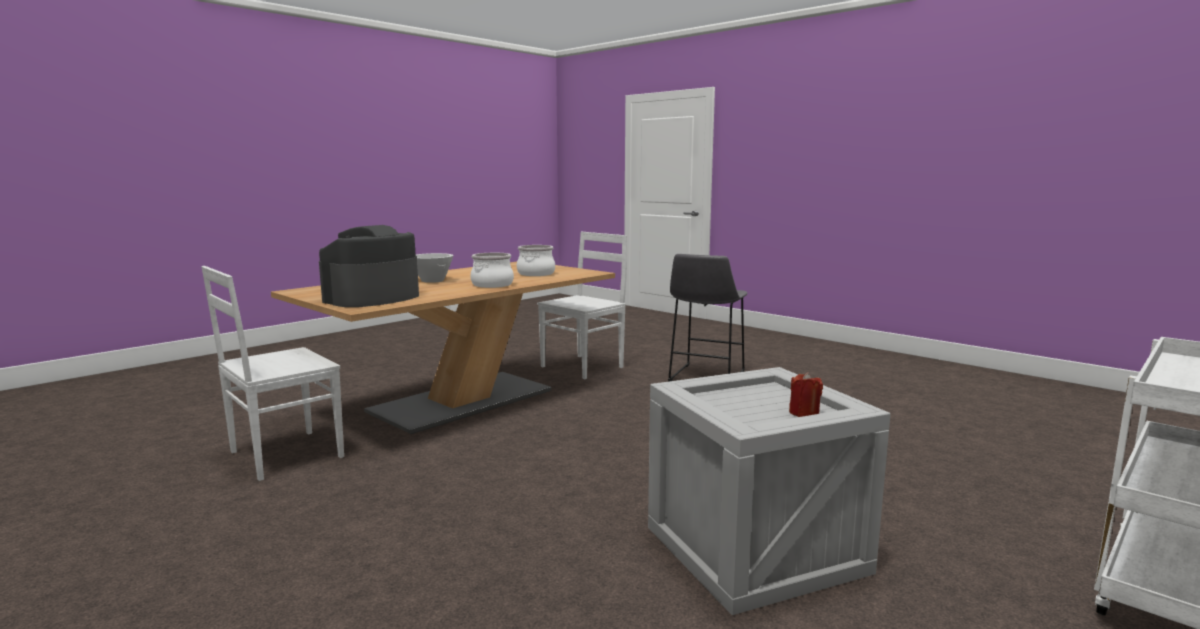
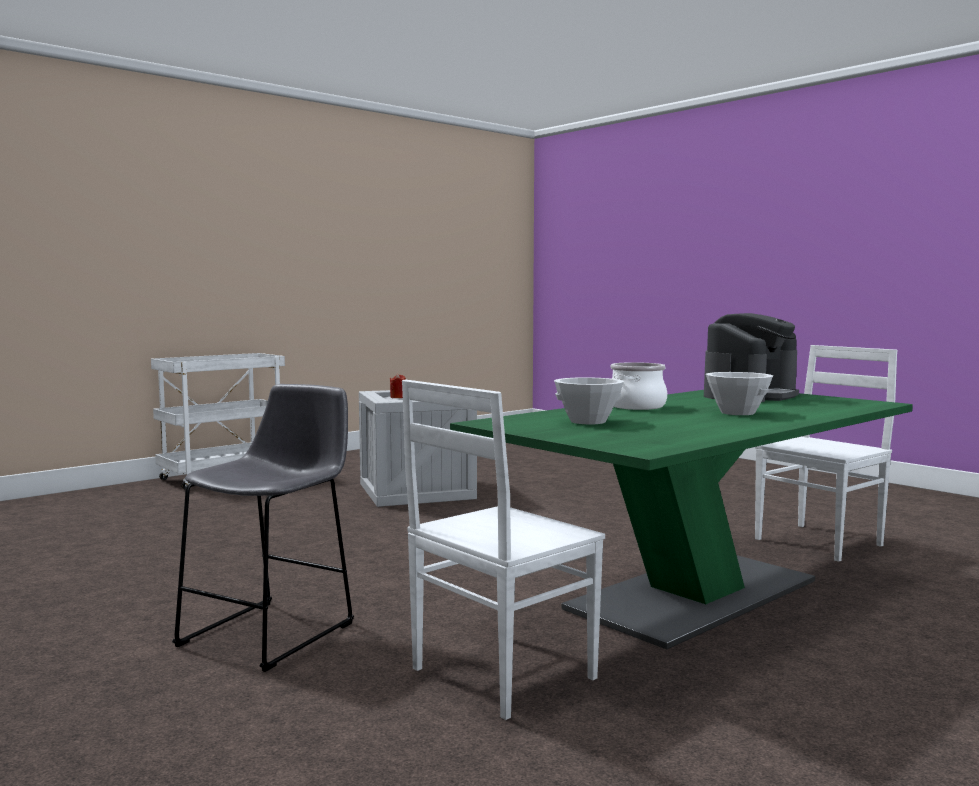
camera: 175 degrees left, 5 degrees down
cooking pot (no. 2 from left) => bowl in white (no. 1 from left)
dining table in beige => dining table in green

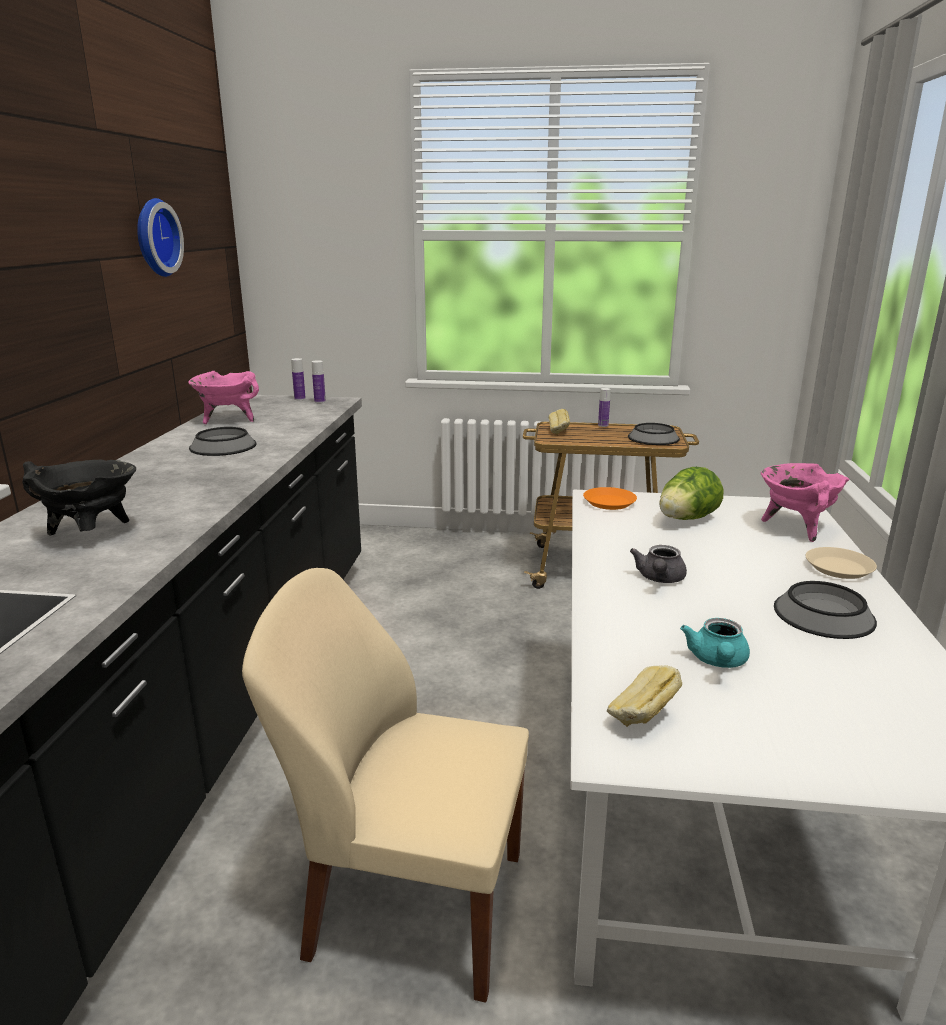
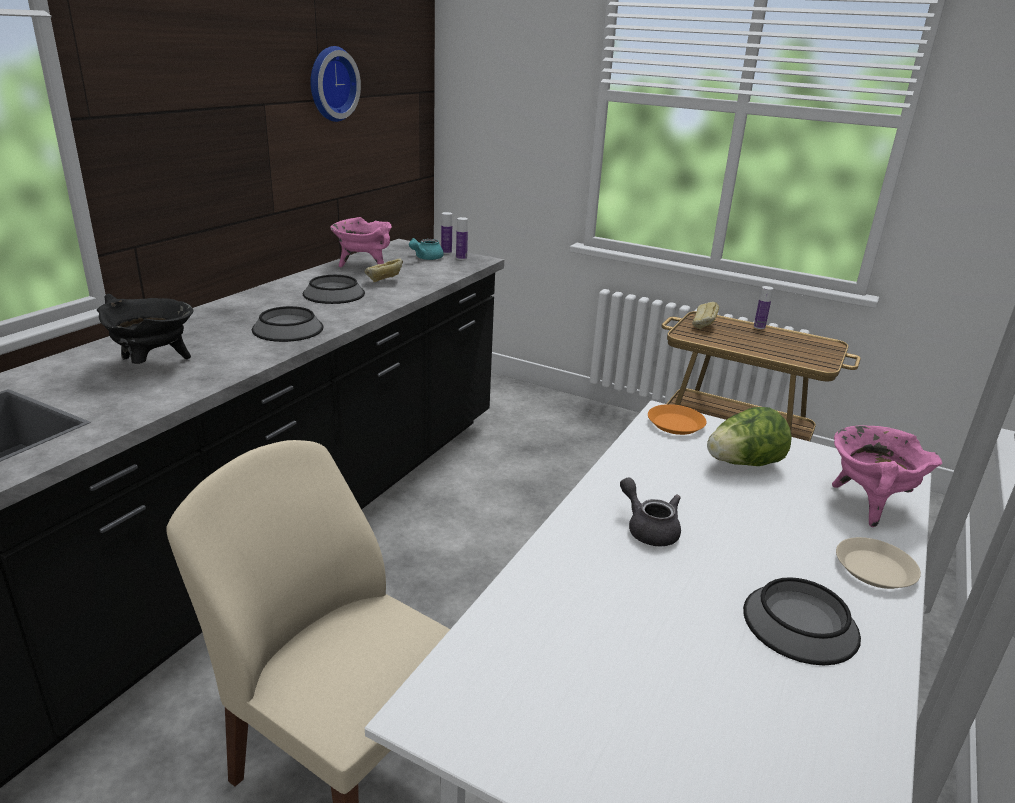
camera: 20 degrees right, 5 degrees up
bread (no. 2 from left in the first image) => bread (no. 1 from left), shifted
bowl (no. 2 from left in the first image) => bowl (no. 1 from left), shifted
teapot in turquoise, shifted
teapot in grey, 105 degrees clockwise

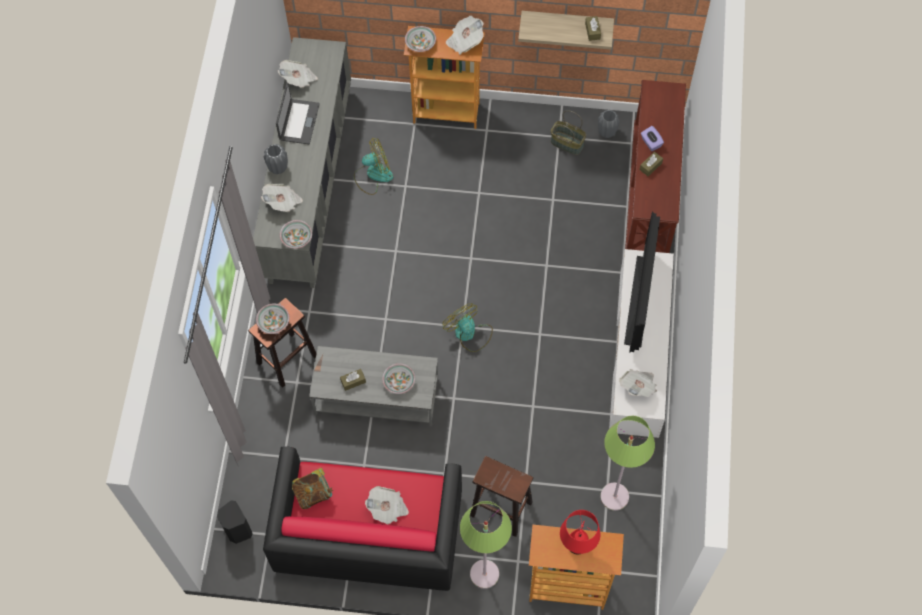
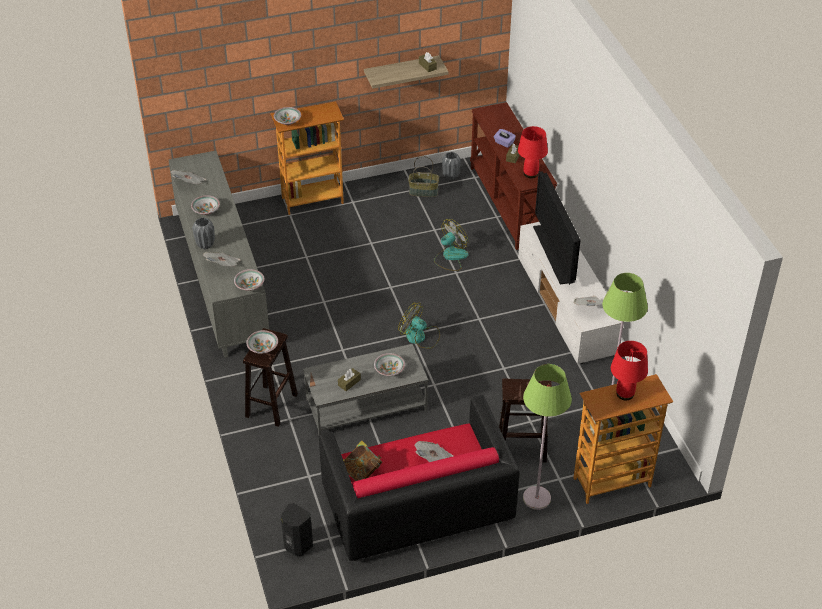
camera: 25 degrees left, 20 degrees down
newspaper (no. 4 from left) => nothing
nothing => table lamp in red (no. 1 from left)
fan (no. 1 from left in the first image) => fan (no. 2 from left), shifted
laptop => bowl (no. 1 from left)

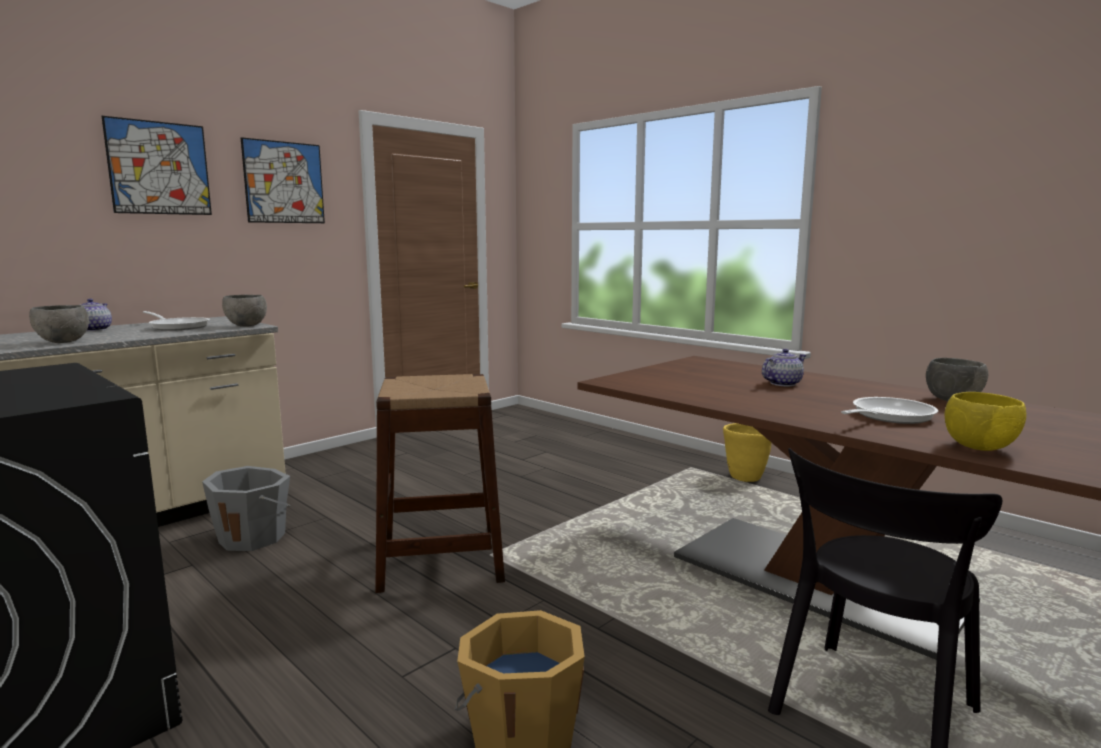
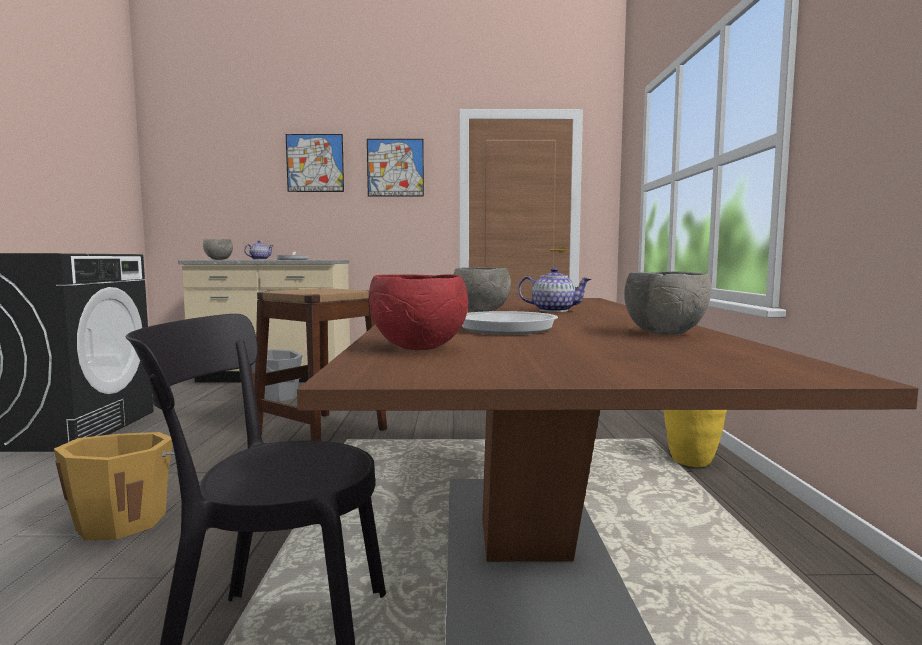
camera: 45 degrees right, 5 degrees down
bowl in grey (no. 2 from left), shifted
bowl in yellow => bowl in red

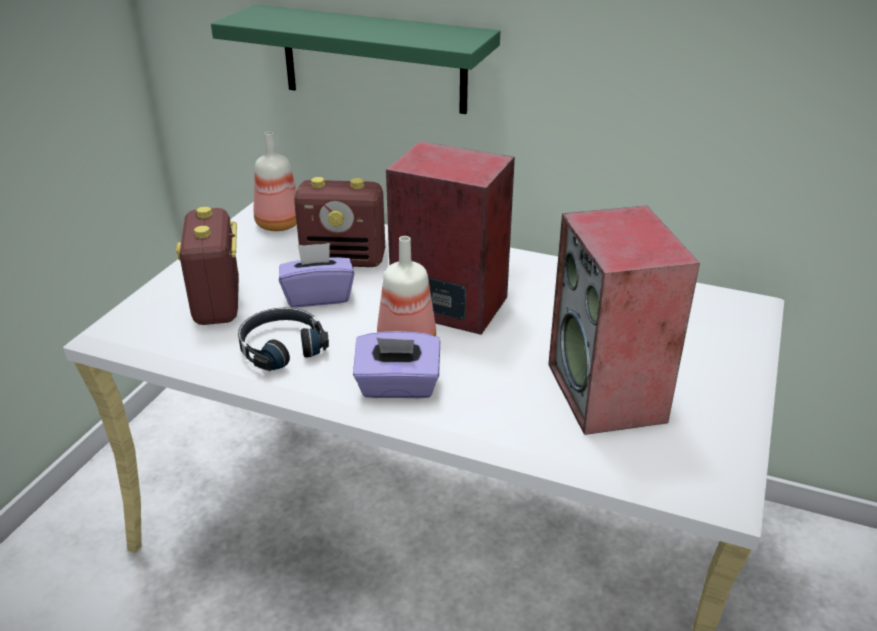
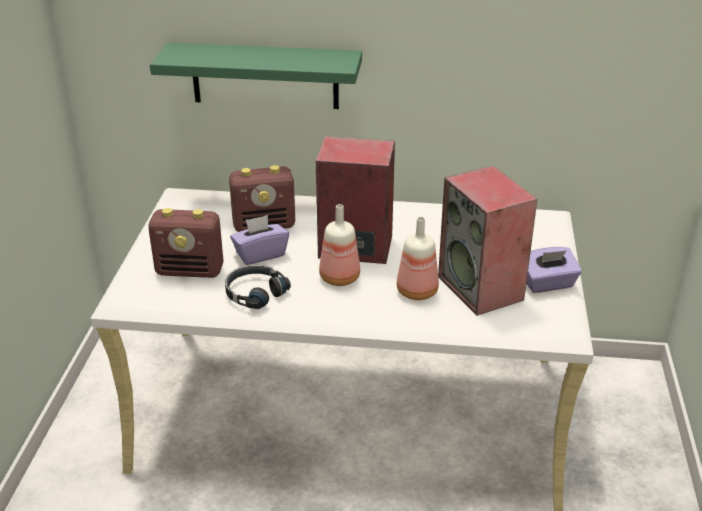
camera: 15 degrees left, 0 degrees up
bottle (no. 1 from left in the first image) => bottle (no. 2 from left), shifted
tissue box in purple (no. 2 from left), shifted
radio (no. 1 from left), 60 degrees counterclockwise

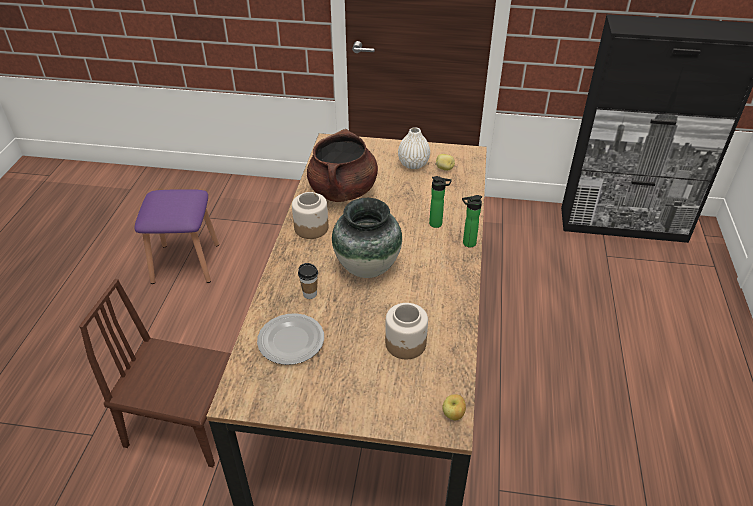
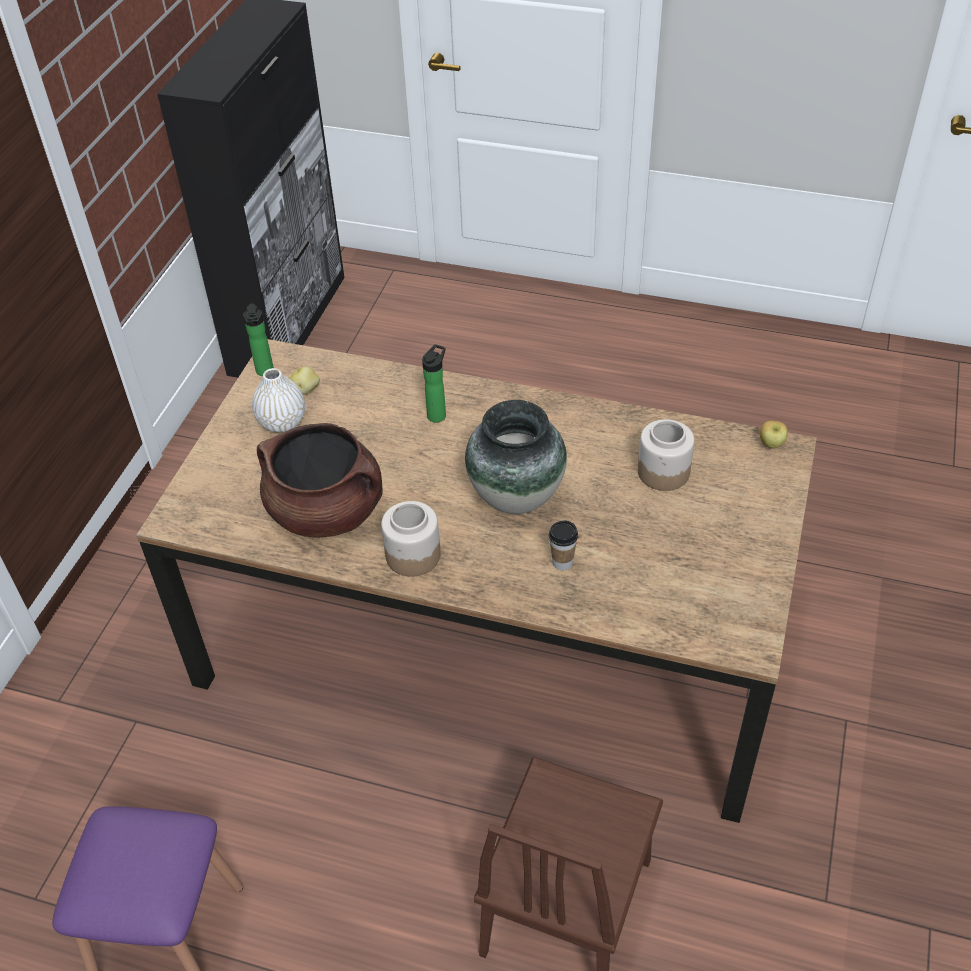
camera: 80 degrees left, 5 degrees up
plate => nothing
bottle (no. 2 from left in the first image) => bottle (no. 1 from left), shifted

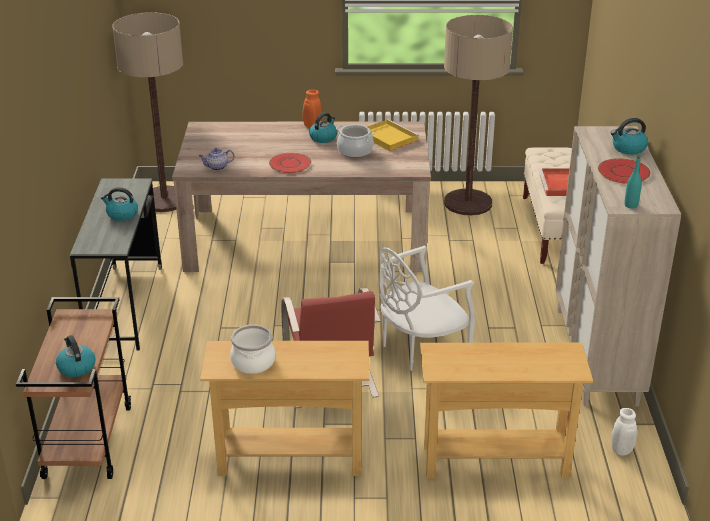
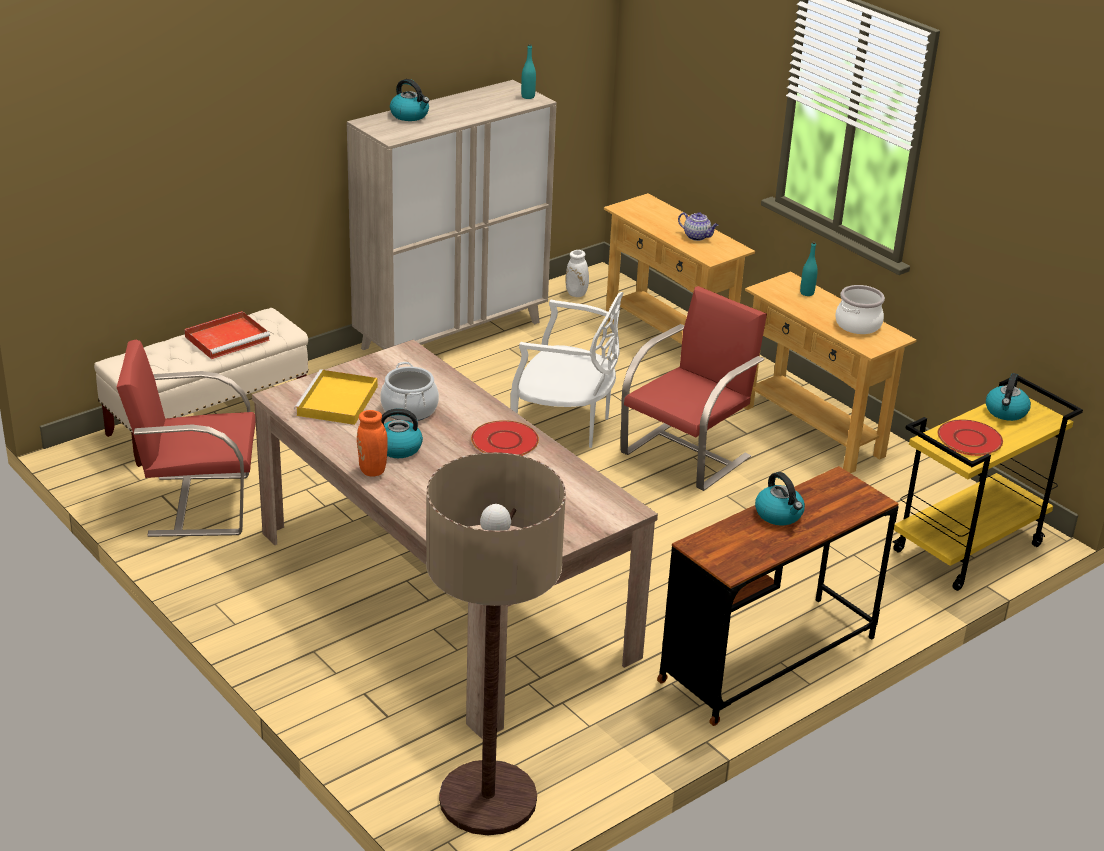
camera: 130 degrees left, 0 degrees up
nothing => bottle in turquoise (no. 2 from left)
teapot, shifted
plate in red (no. 2 from left), shifted
floor lamp (no. 2 from left) => chair in red (no. 1 from left)
cart in brown => cart in yellow
desk in grey => desk in brown

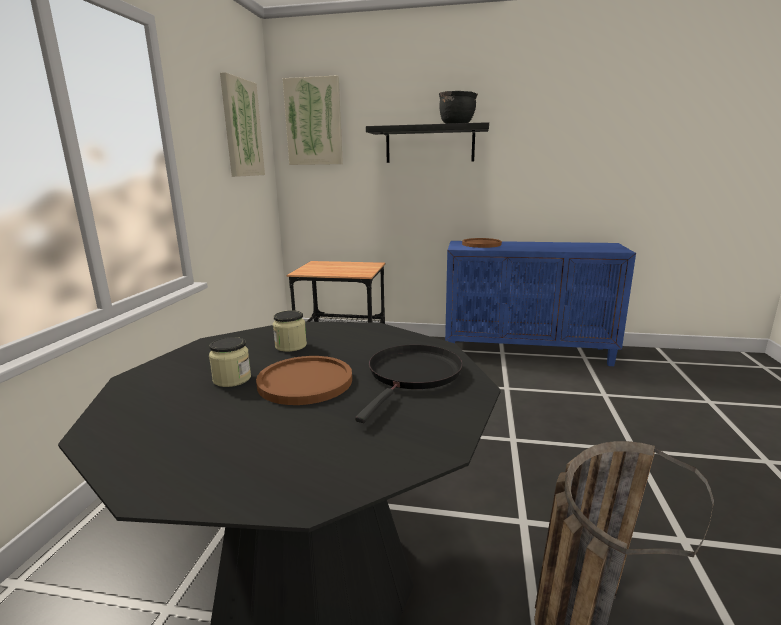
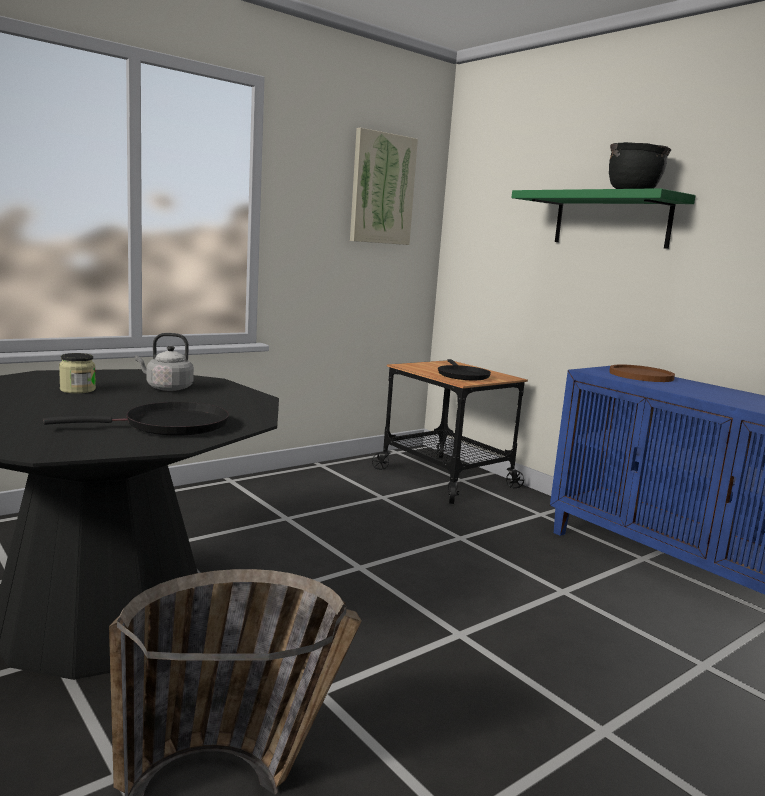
camera: 40 degrees right, 5 degrees down
plate in brown (no. 1 from left) => nothing
picture (no. 2 from left) => nothing
nothing => frying pan in black (no. 2 from left)
jar (no. 2 from left) => kettle in grey
shelf in black => shelf in green

